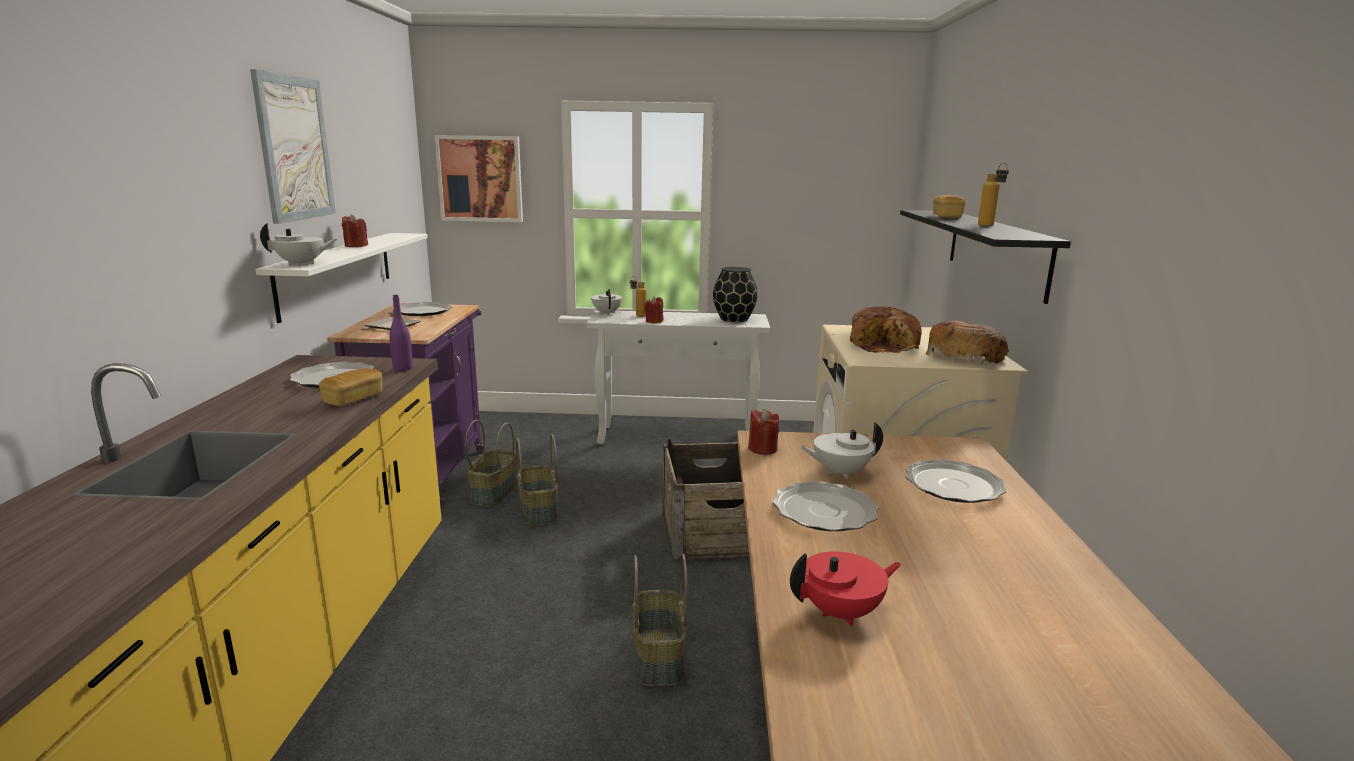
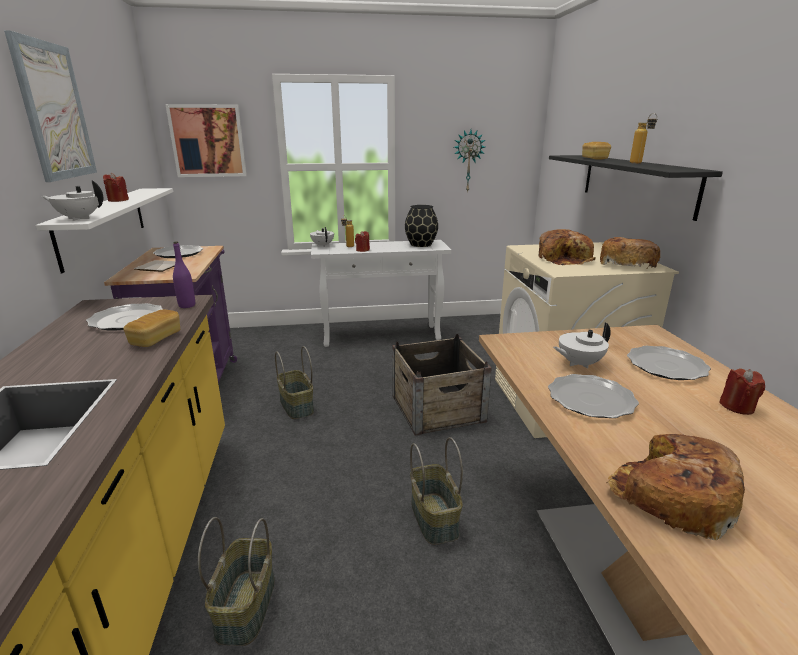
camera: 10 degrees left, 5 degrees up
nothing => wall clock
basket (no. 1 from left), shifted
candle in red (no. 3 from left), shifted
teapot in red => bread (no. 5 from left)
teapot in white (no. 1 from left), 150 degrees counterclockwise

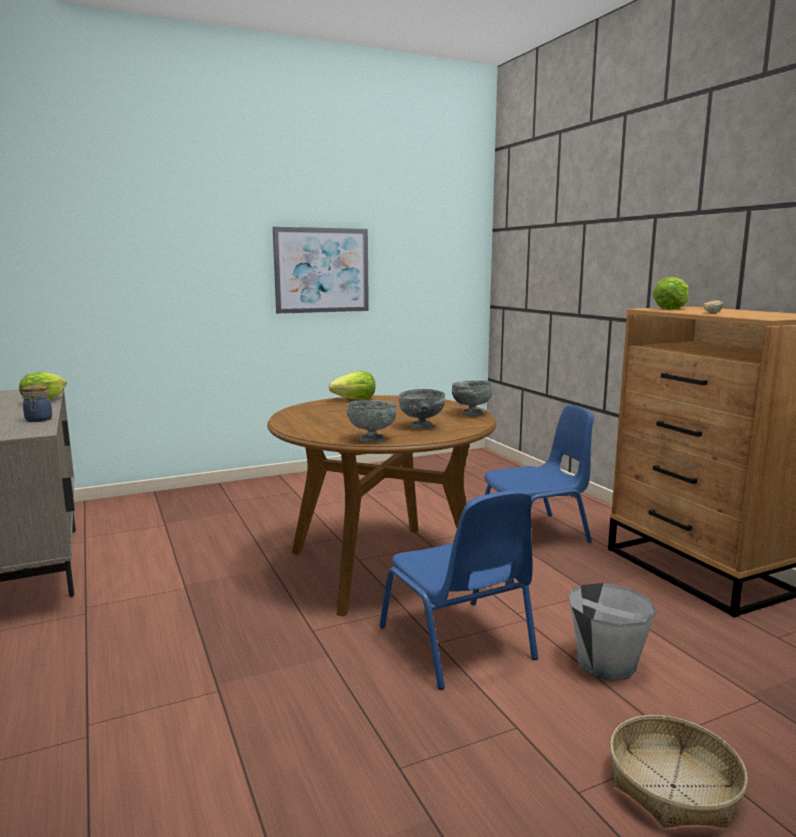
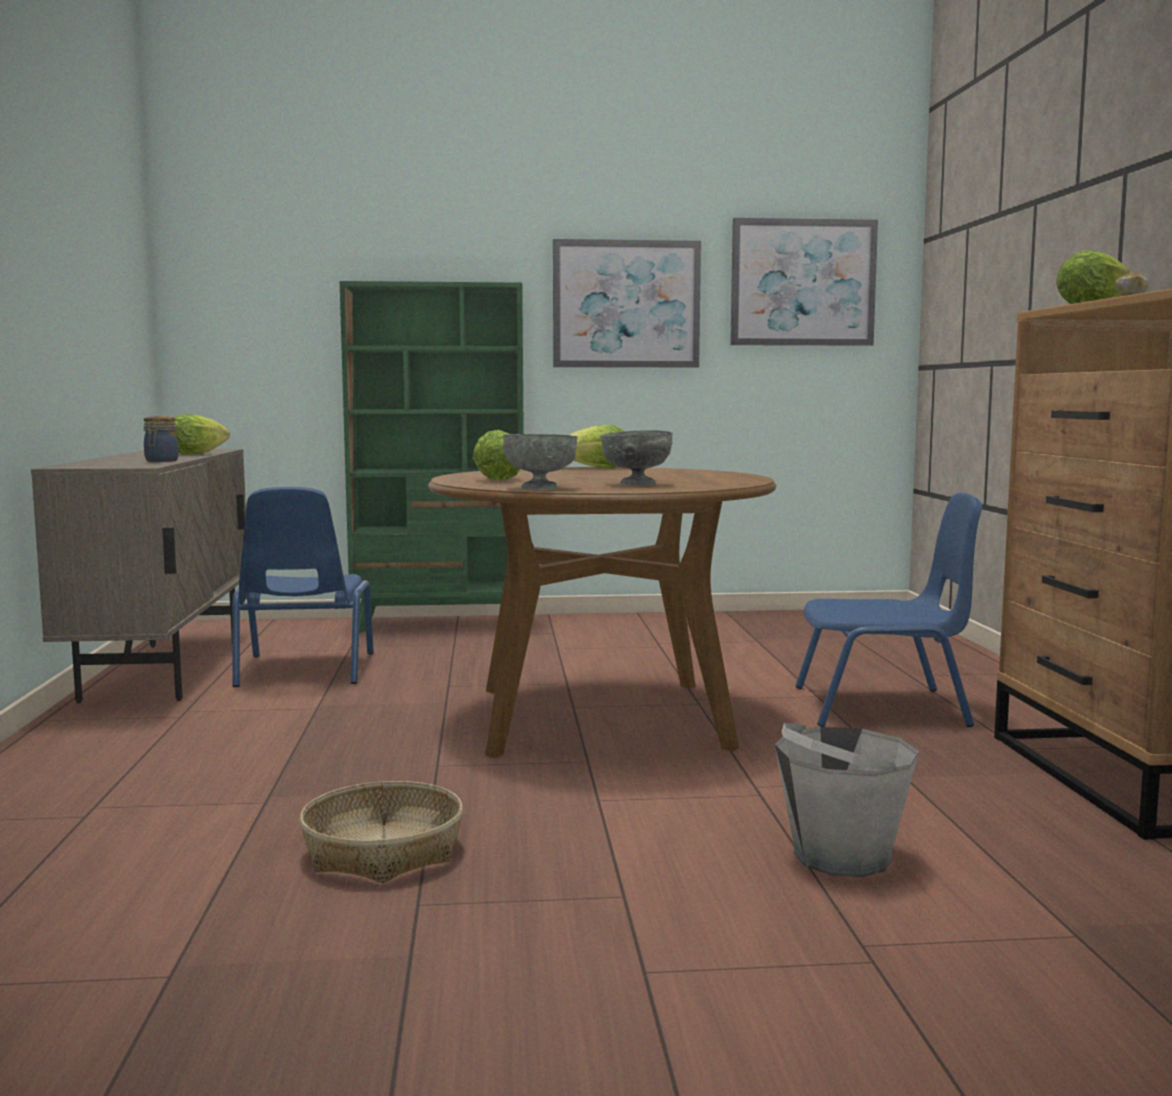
camera: 20 degrees right, 5 degrees down
bowl in grey (no. 3 from left) => nothing
nothing => bookcase in green
nothing => lettuce (no. 2 from left)
nothing => picture (no. 2 from left)
chair in blue (no. 1 from left), shifted
basket, shifted

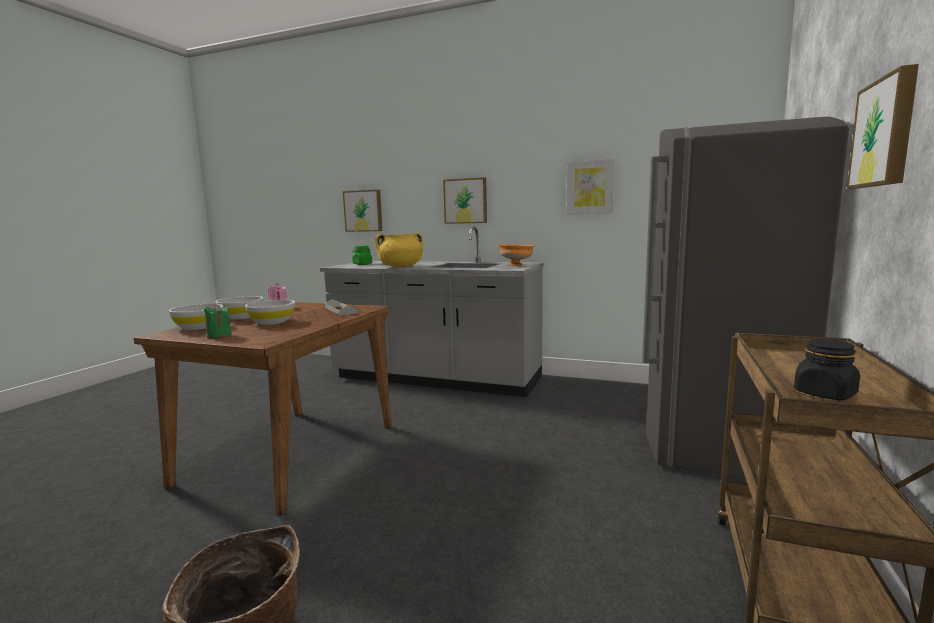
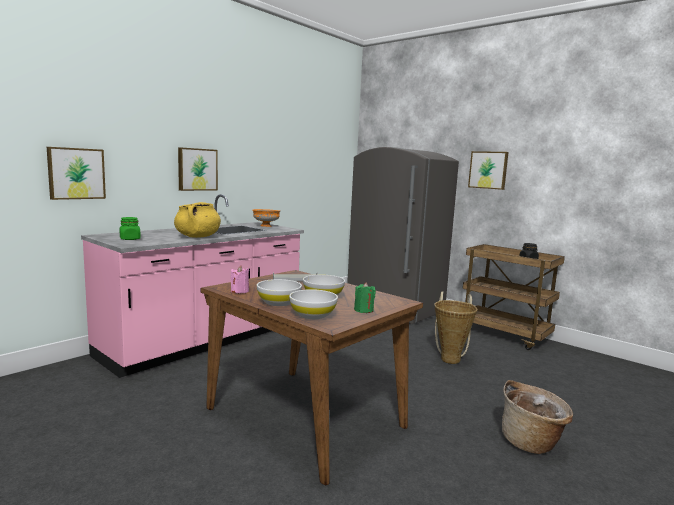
camera: 70 degrees left, 0 degrees up
picture (no. 3 from left) => nothing
nothing => basket (no. 1 from left)
counter in grey => counter in pink

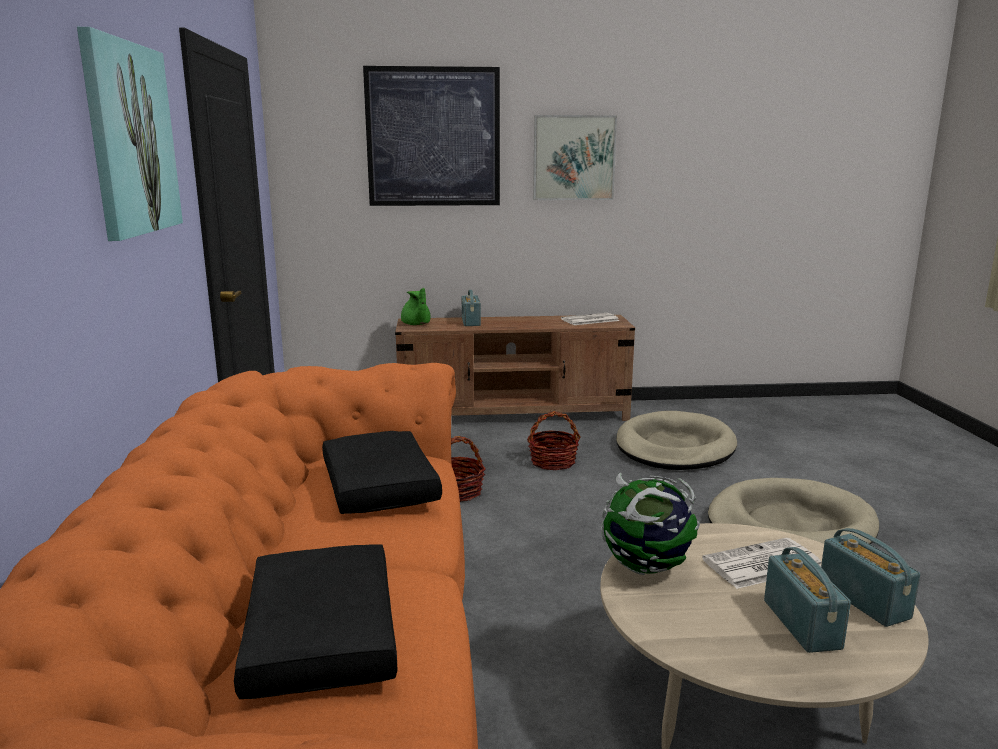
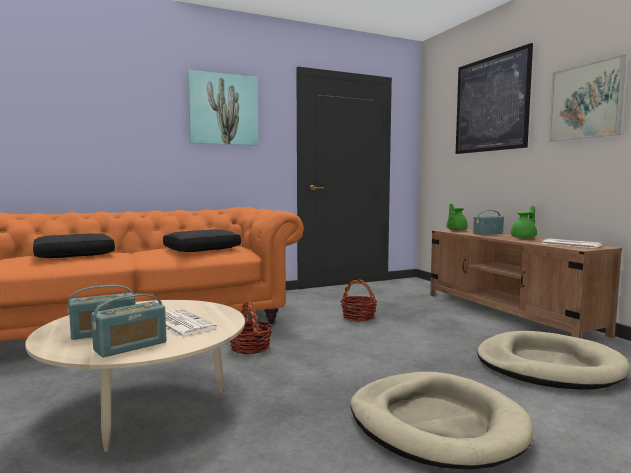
camera: 70 degrees right, 10 degrees down
globe => nothing
nothing => teapot in green (no. 2 from left)
basket (no. 2 from left in the first image) => basket (no. 1 from left), shifted

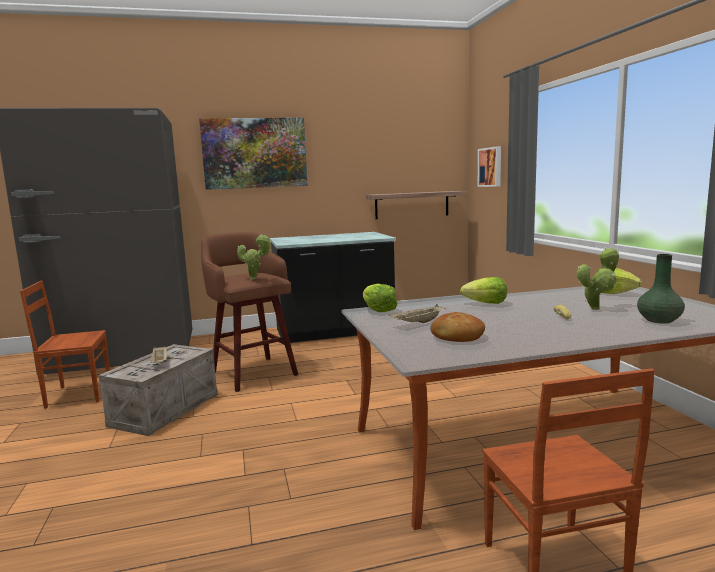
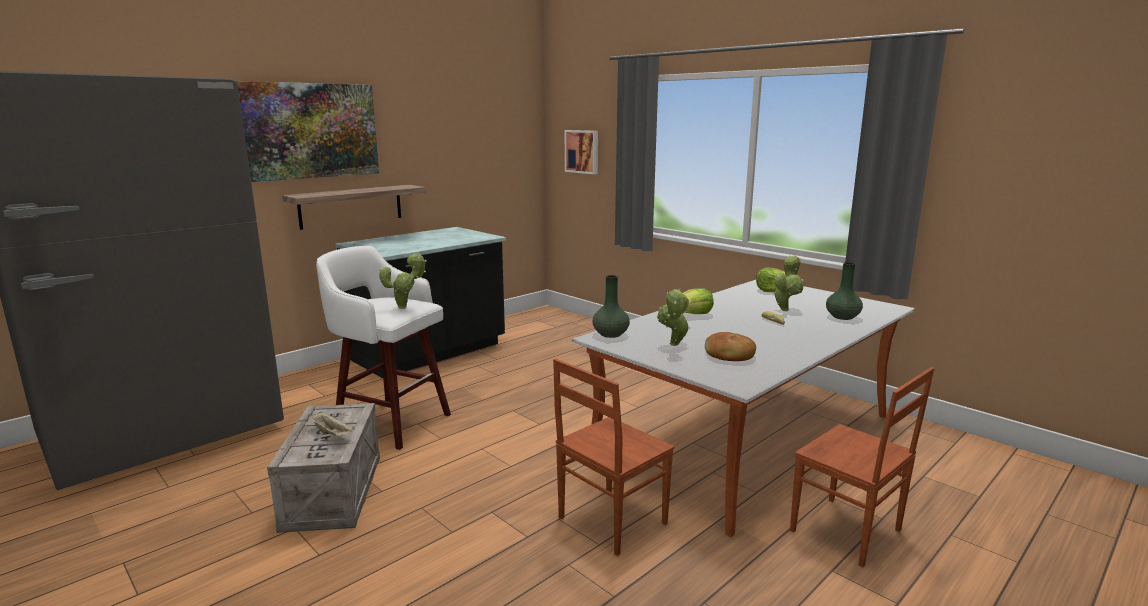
camera: 30 degrees left, 5 degrees up
chair in brown (no. 1 from left), shifted
shelf, shifted
lettuce (no. 1 from left) => vase in green (no. 1 from left)
tray in beige (no. 2 from left) => potted plant (no. 2 from left)
stool in brown => stool in white

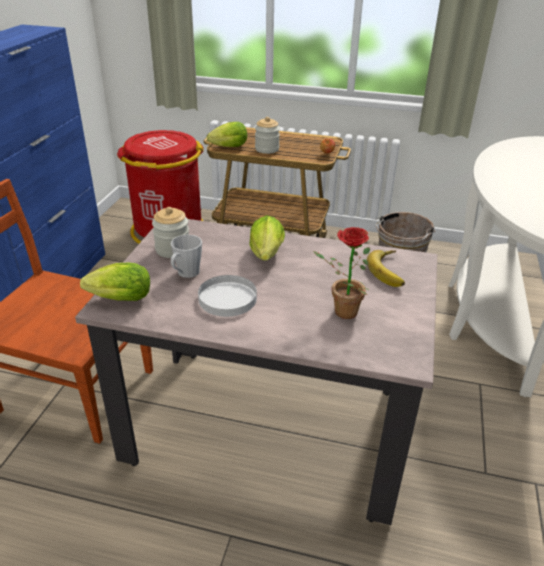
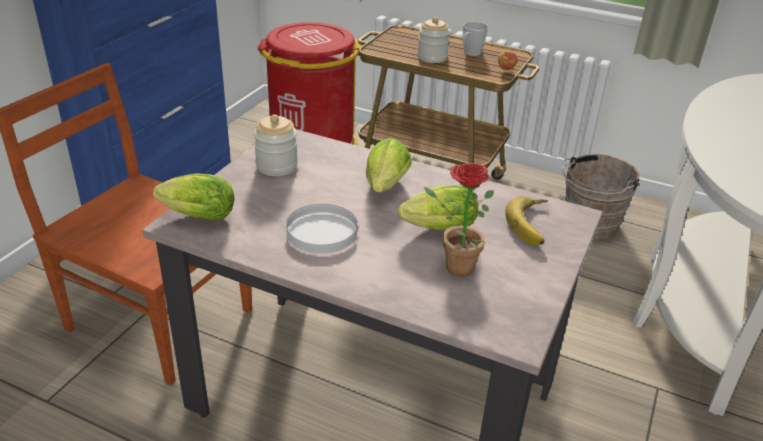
camera: 10 degrees right, 0 degrees up
mug in grey, shifted
lettuce (no. 2 from left in the first image) => lettuce (no. 3 from left), shifted

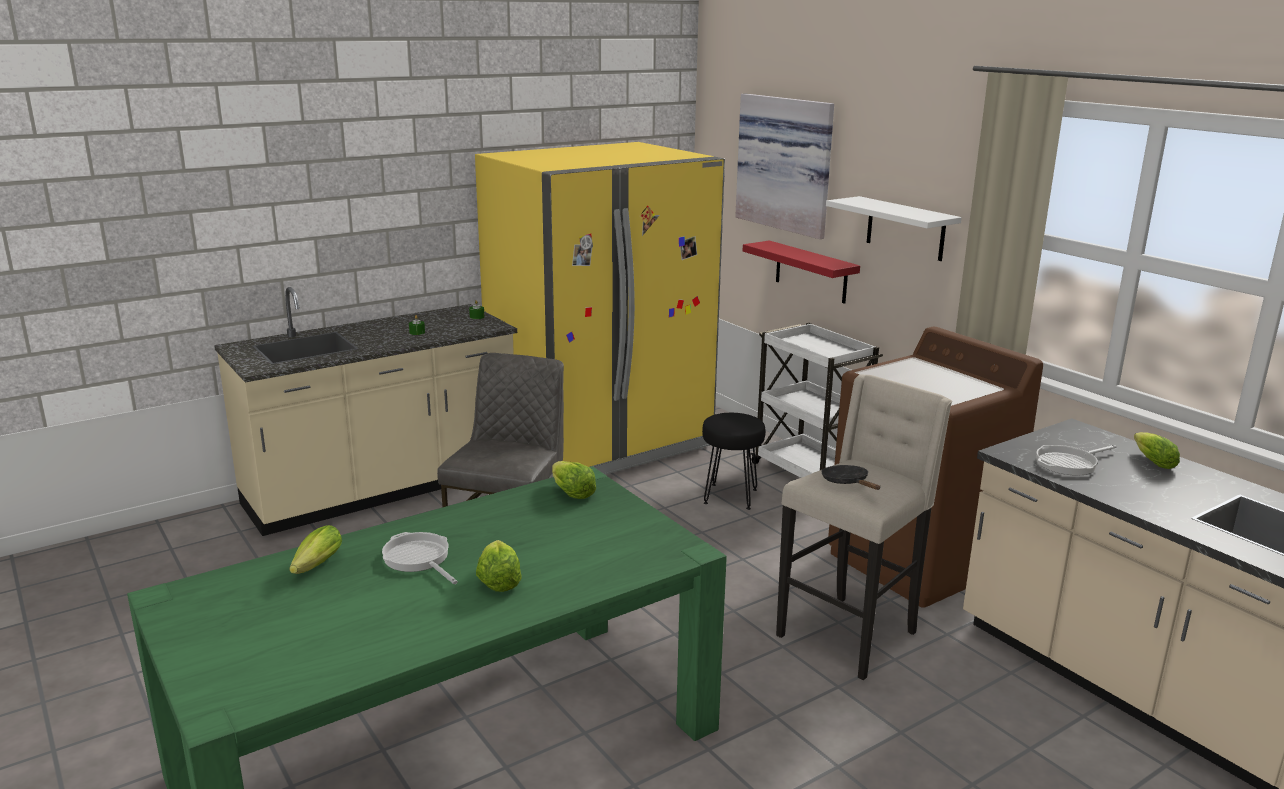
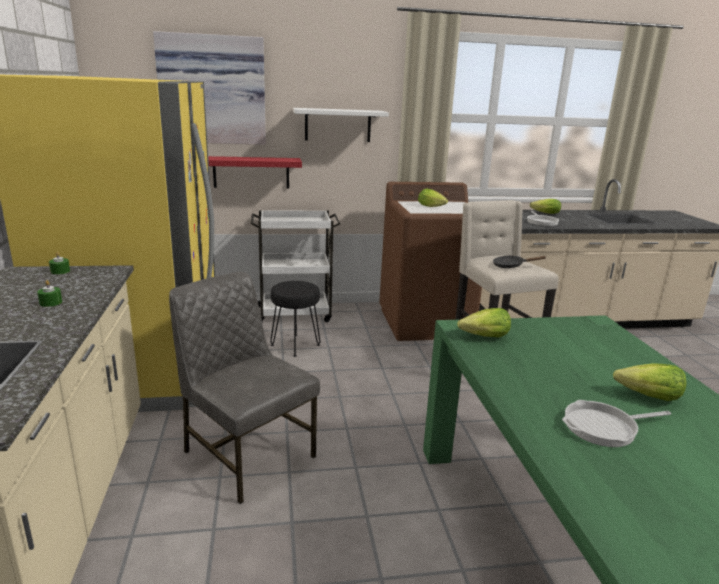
camera: 65 degrees left, 0 degrees up
lettuce (no. 1 from left), shifted

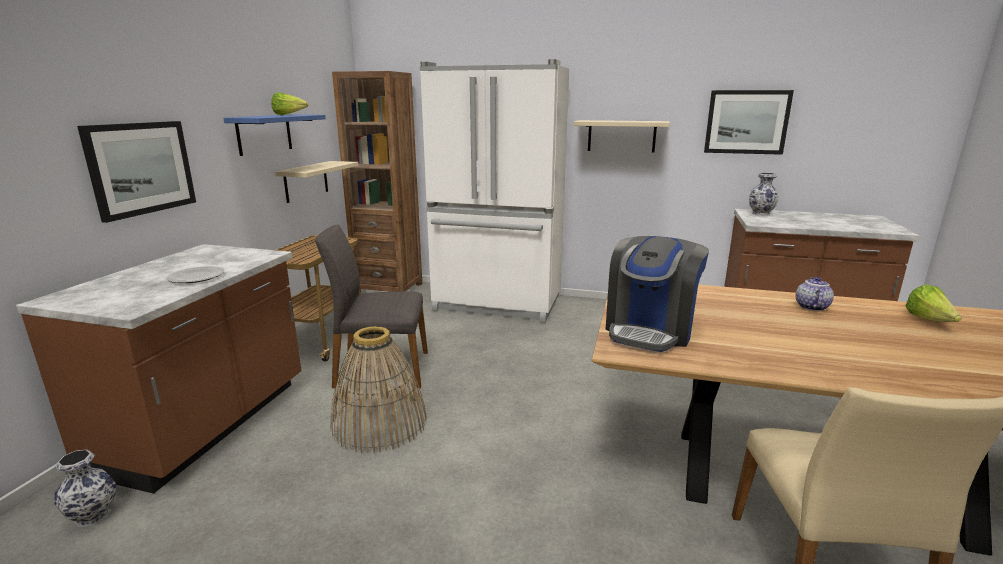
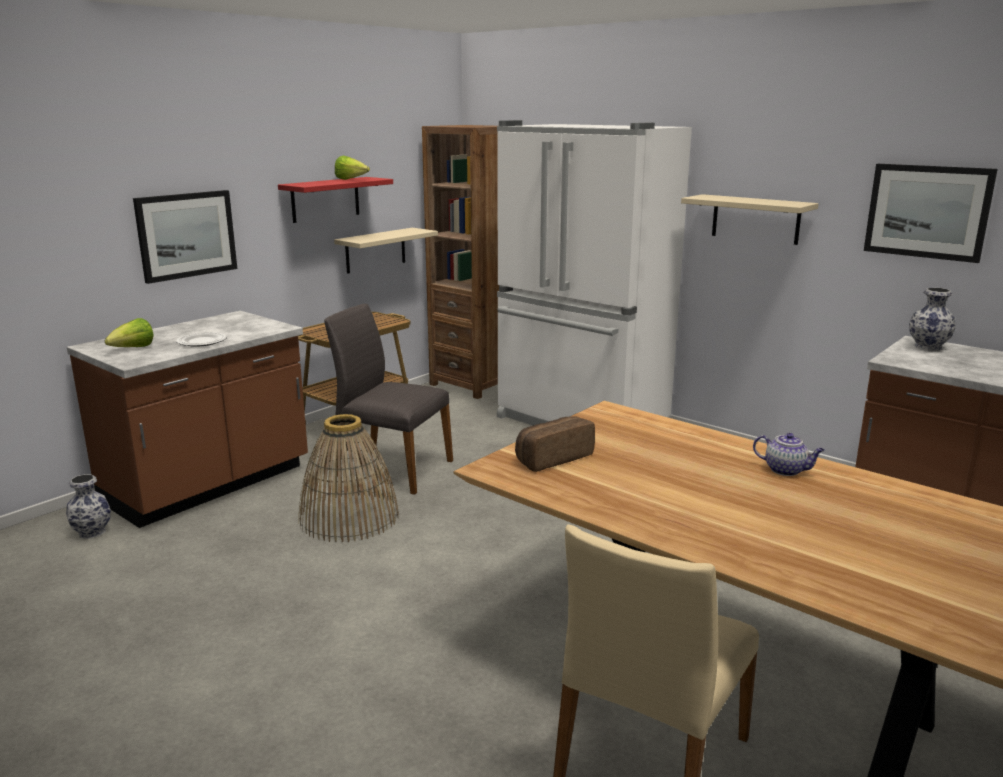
camera: 25 degrees right, 0 degrees up
lettuce (no. 2 from left in the first image) => lettuce (no. 1 from left), shifted
coffee machine => bread
shelf in blue => shelf in red
teapot, 75 degrees clockwise

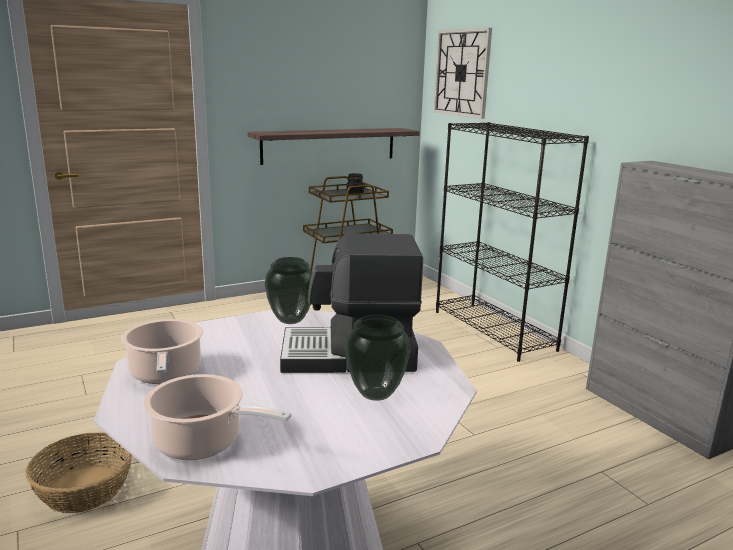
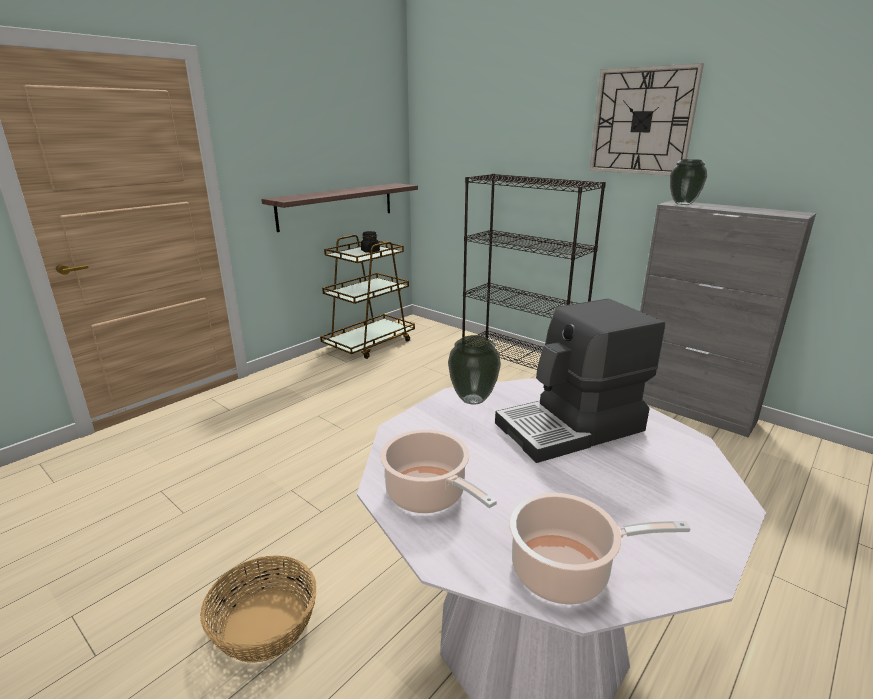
camera: 20 degrees left, 5 degrees up
vase (no. 2 from left), shifted
wall clock, shifted

